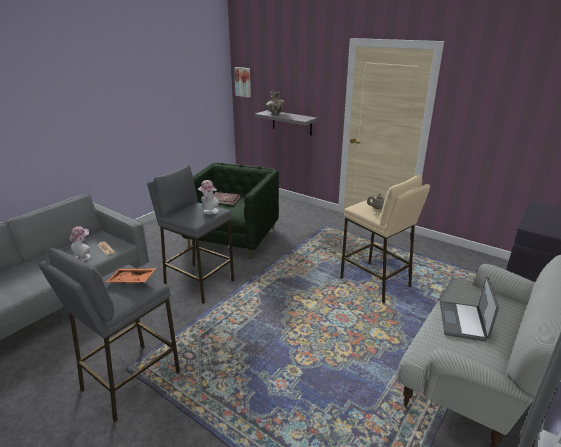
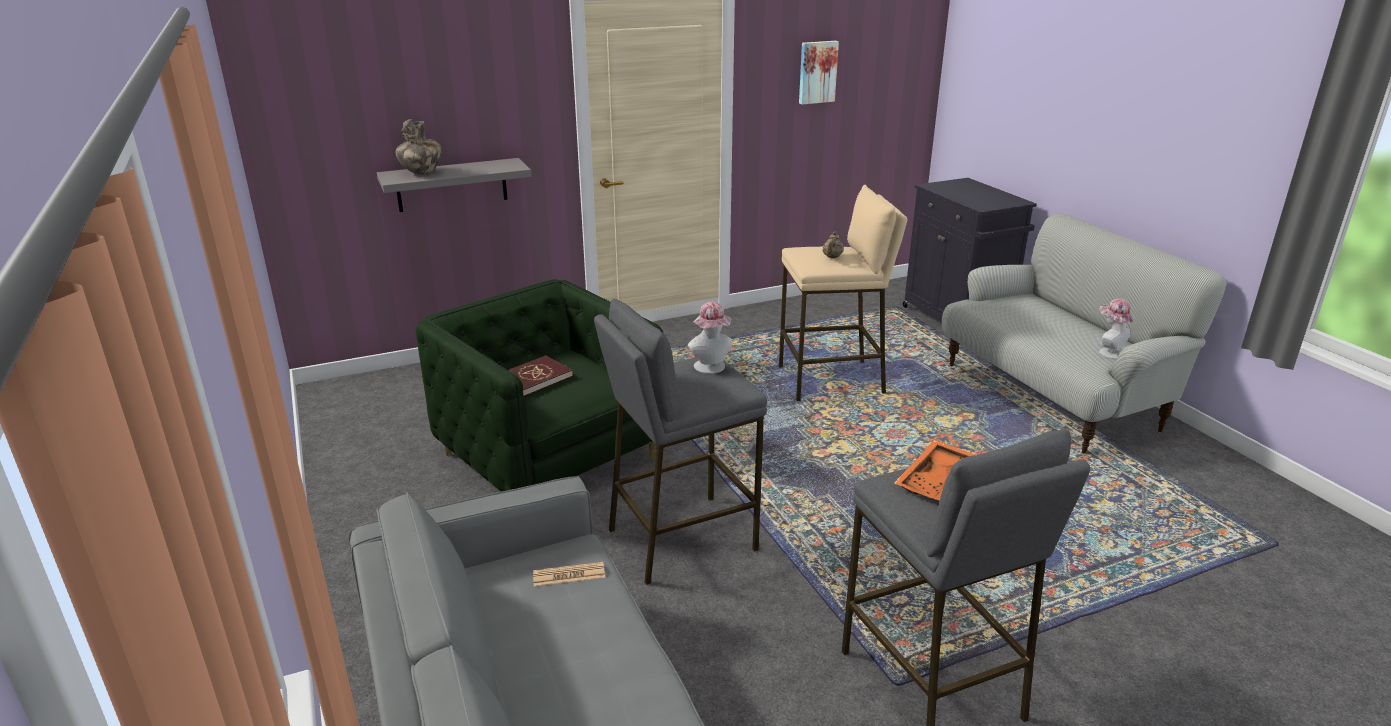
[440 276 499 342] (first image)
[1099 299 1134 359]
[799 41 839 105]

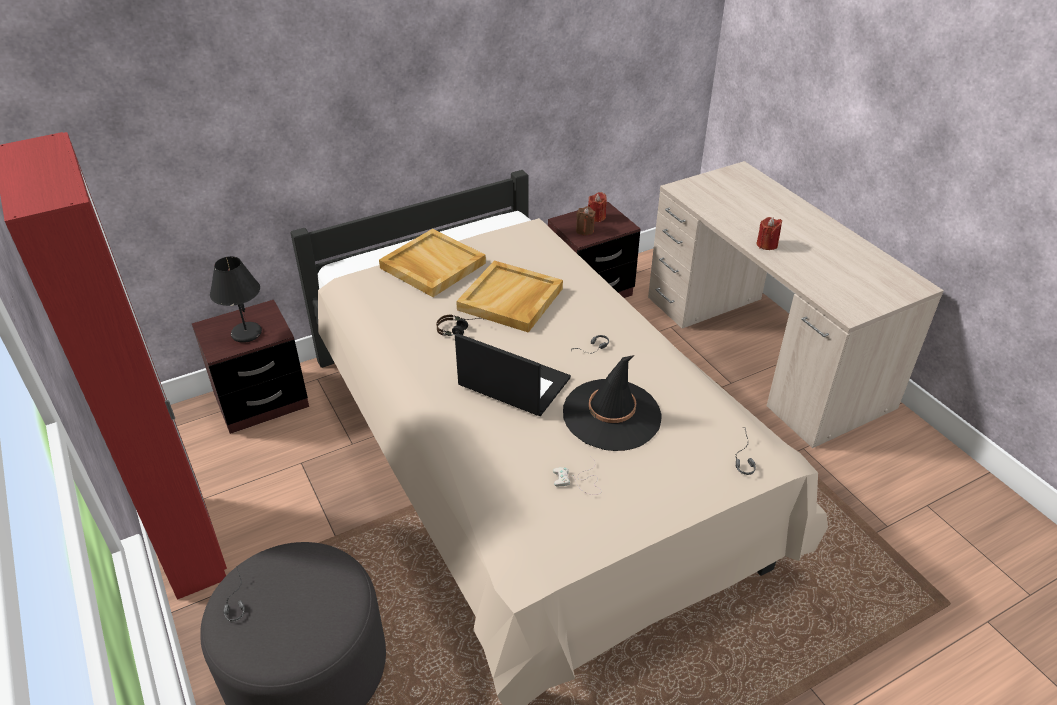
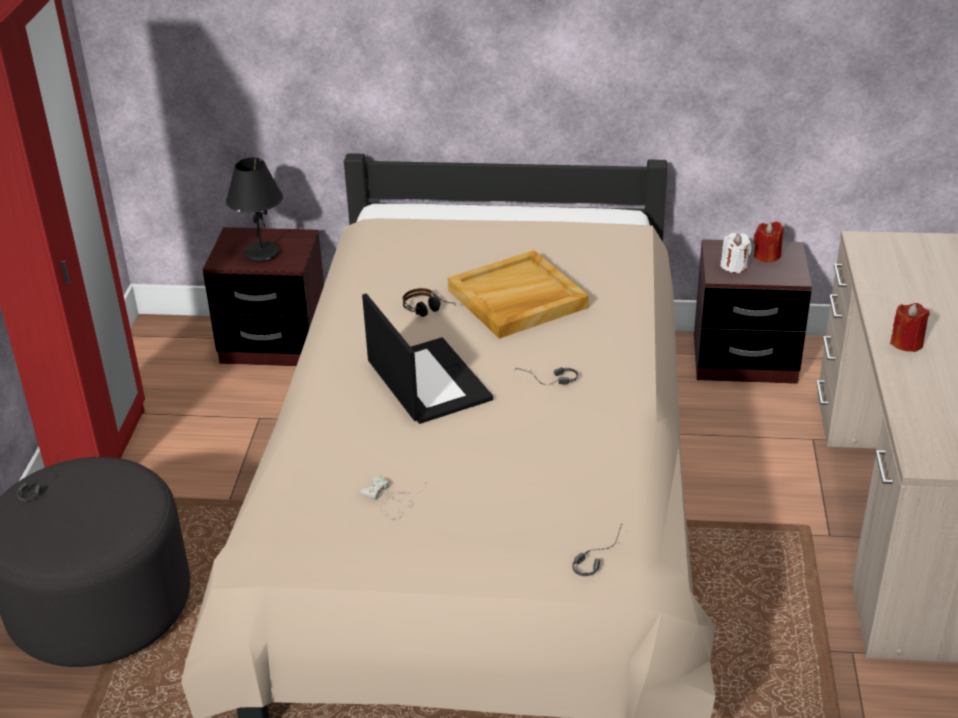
[379 229 486 297] (first image)
[563 355 662 451] (first image)
[720 233 752 273]

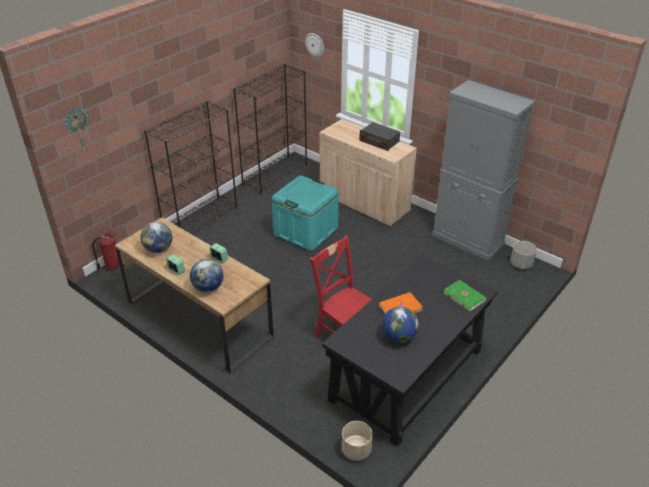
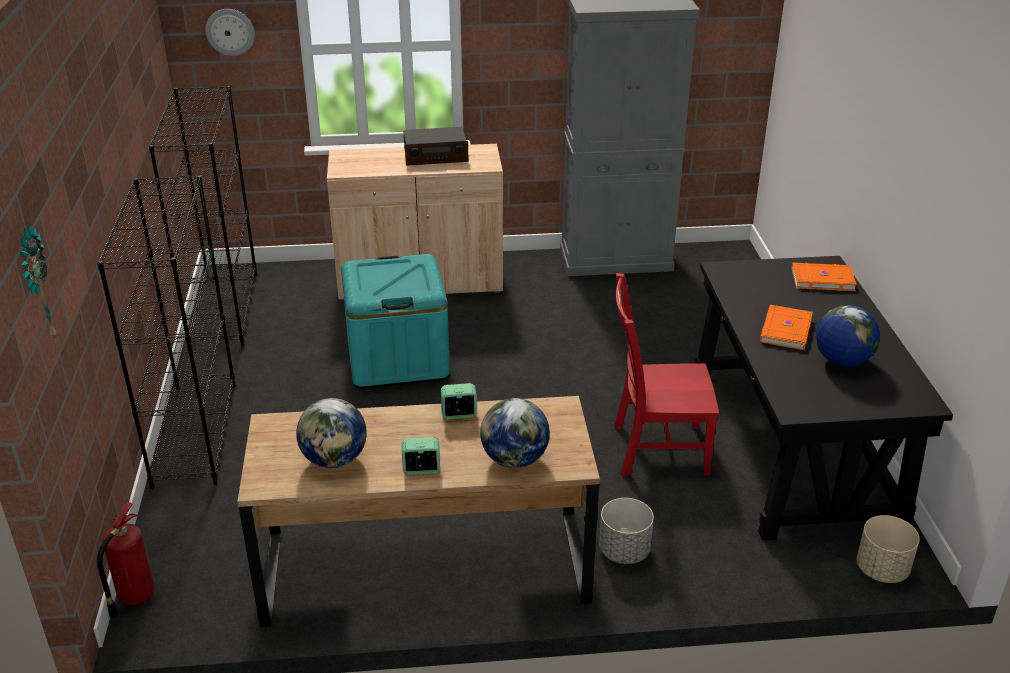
[599 498 654 564]
[792 262 857 291]

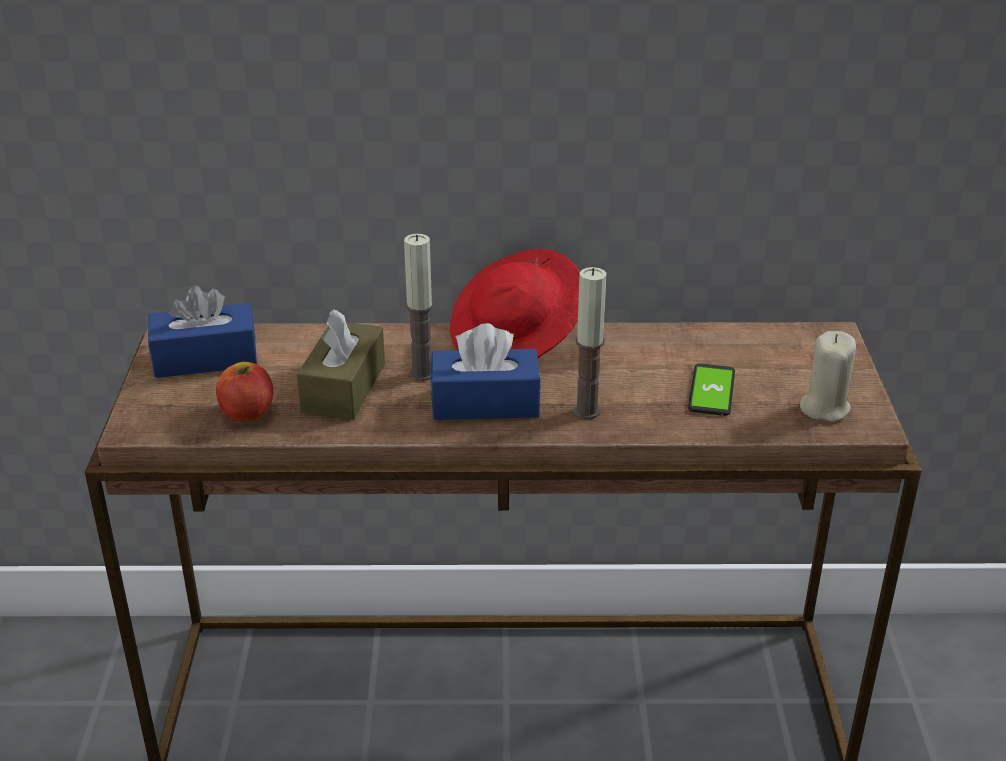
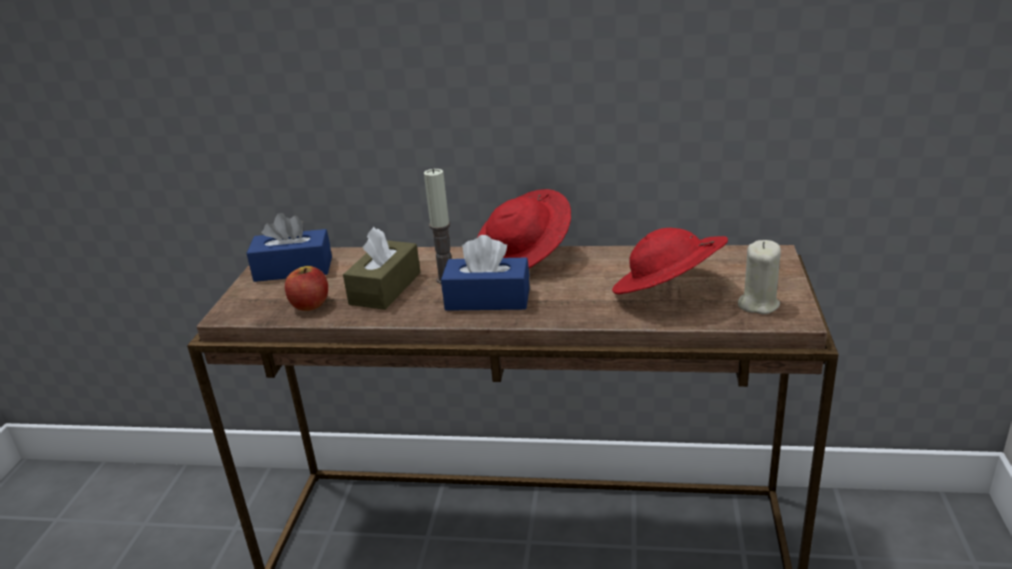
[573 267 607 419] (first image)
[612 228 728 294]

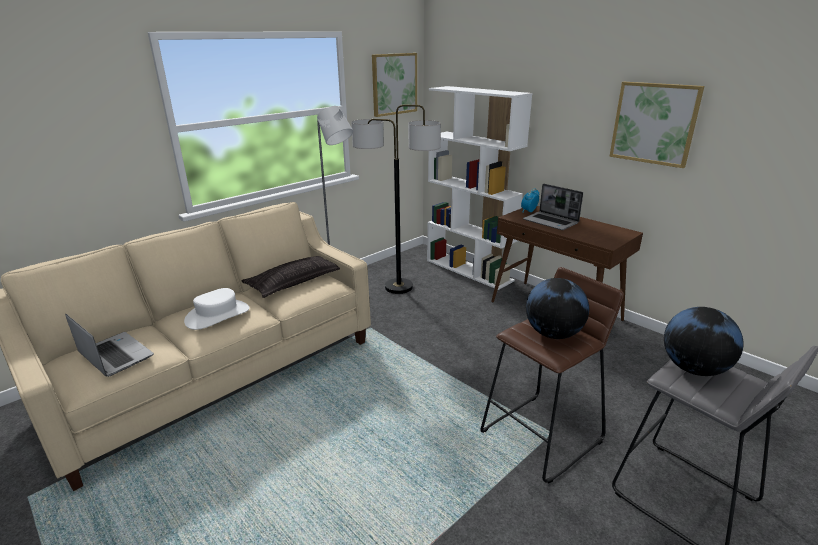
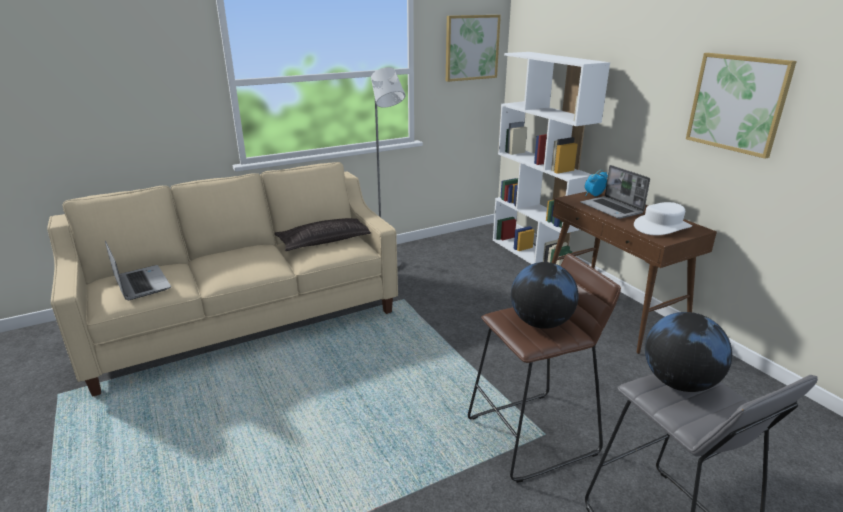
[351 105 441 294] (first image)
[634 202 692 235]

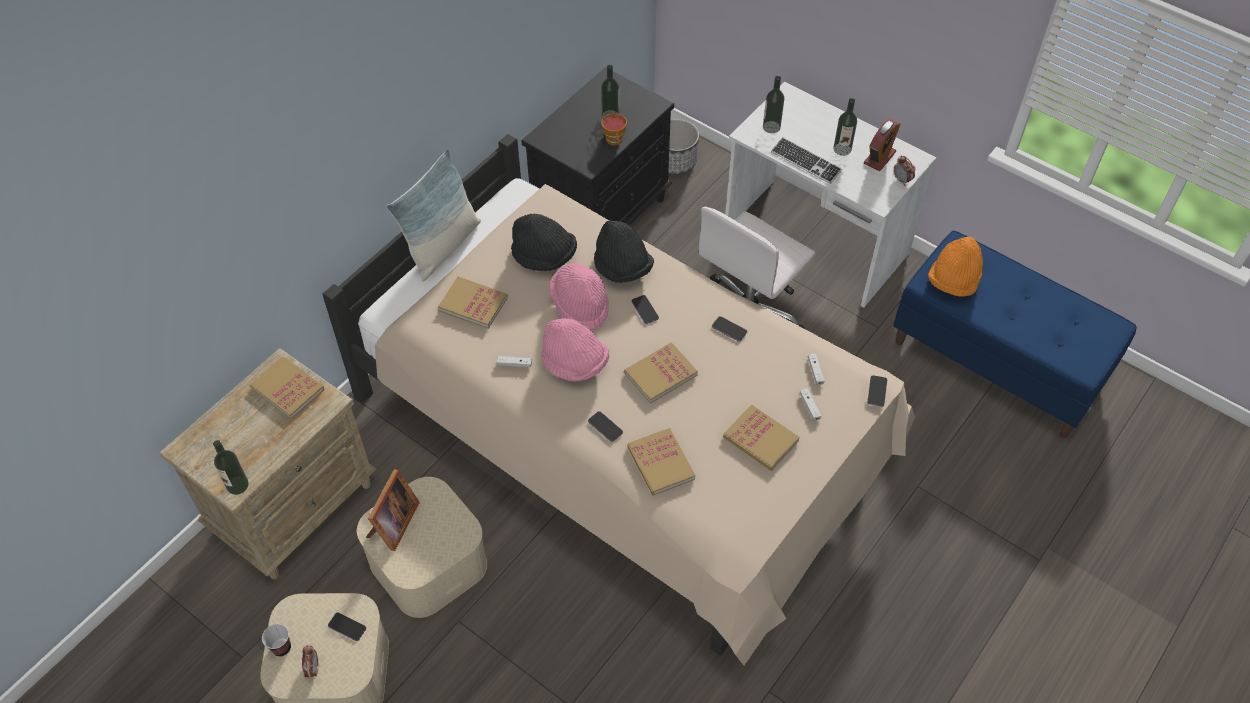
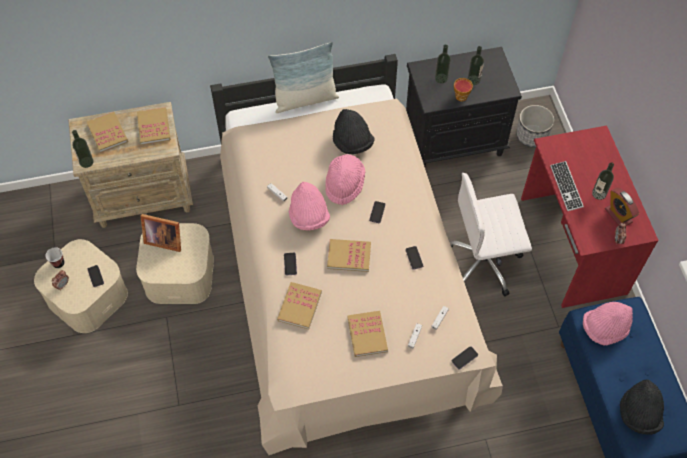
[87 112 128 153]
[620 379 664 435]
[435 44 451 84]
[521 126 659 308]
[583 302 633 345]
[141 214 181 252]
[605 187 639 226]

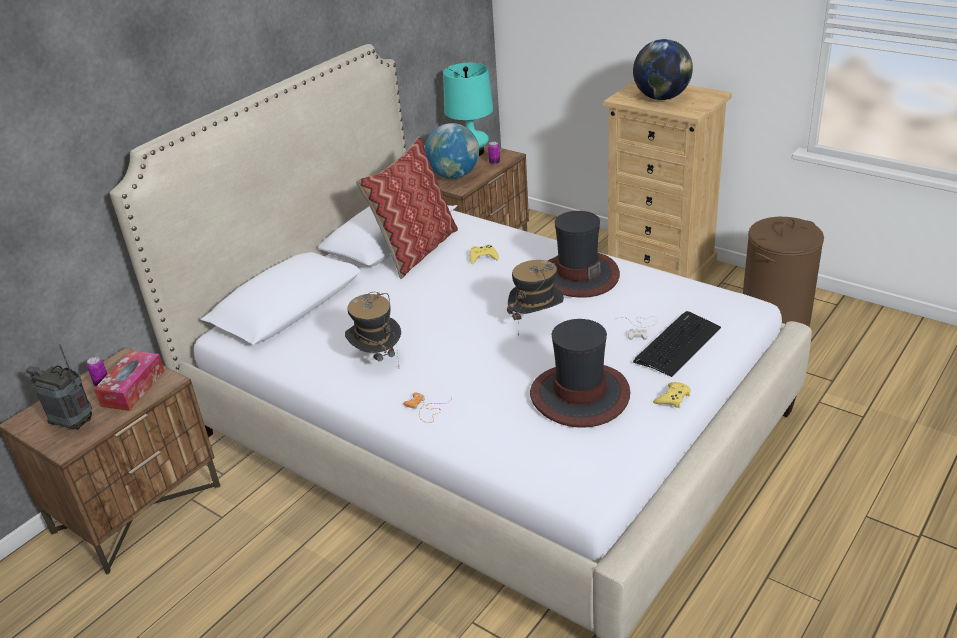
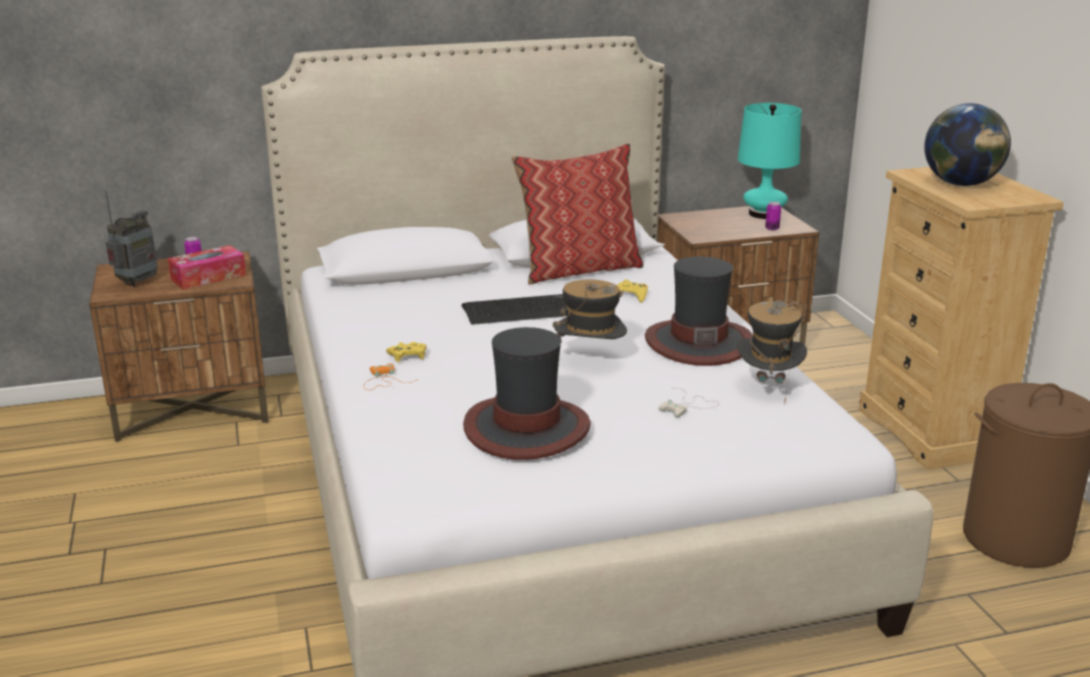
[425 123 479 179] (first image)
[737 299 807 404]
[462 294 566 325]
[386 342 427 362]
[105 191 158 287]

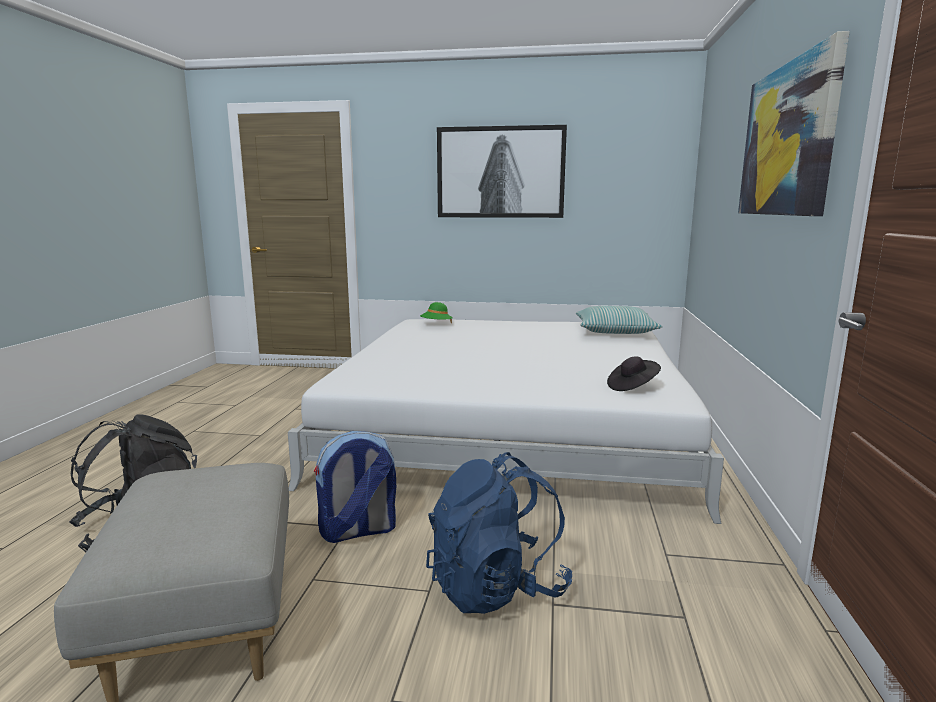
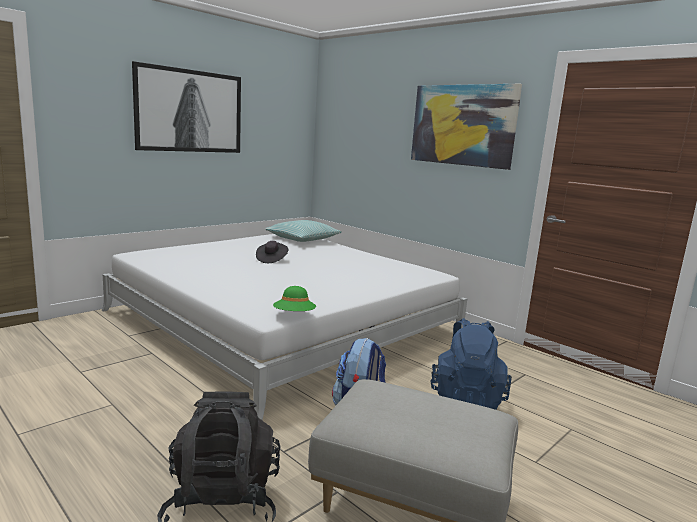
[273 286 316 311]
[256 241 288 263]

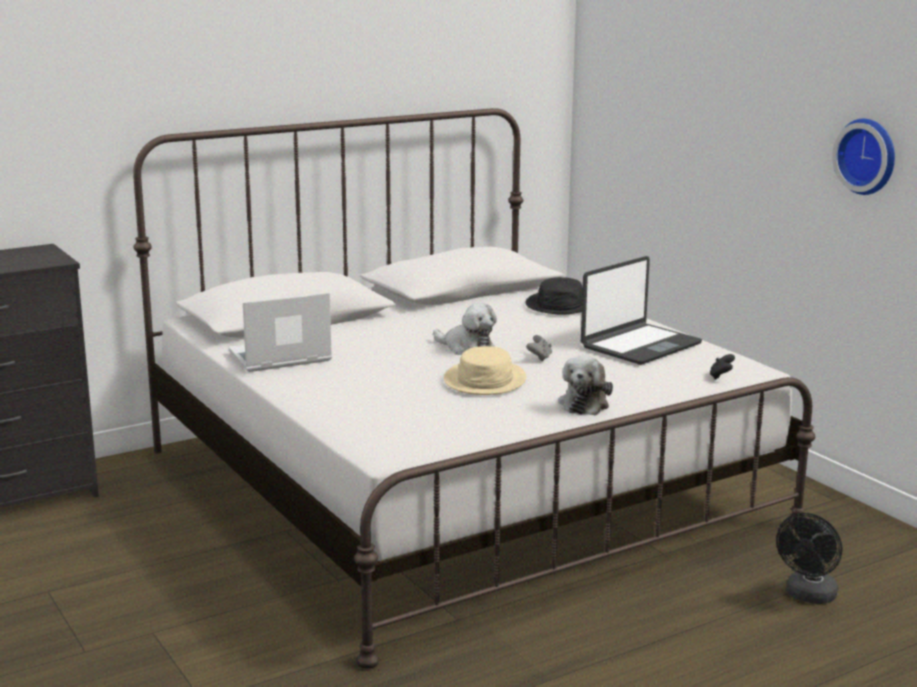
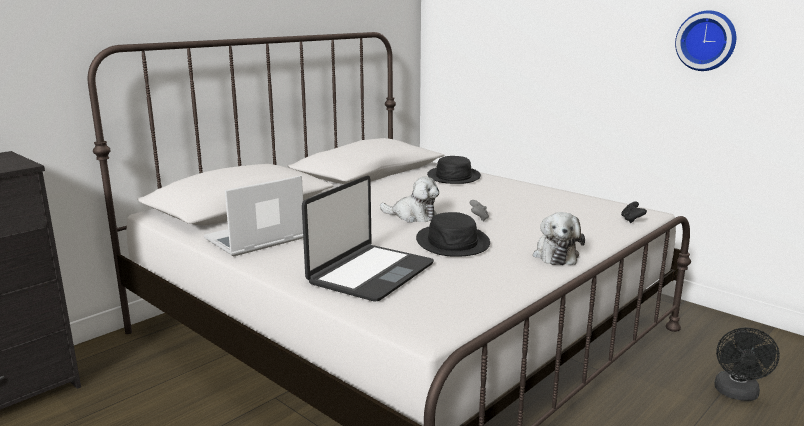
[302 175 434 301]
[416 212 490 257]

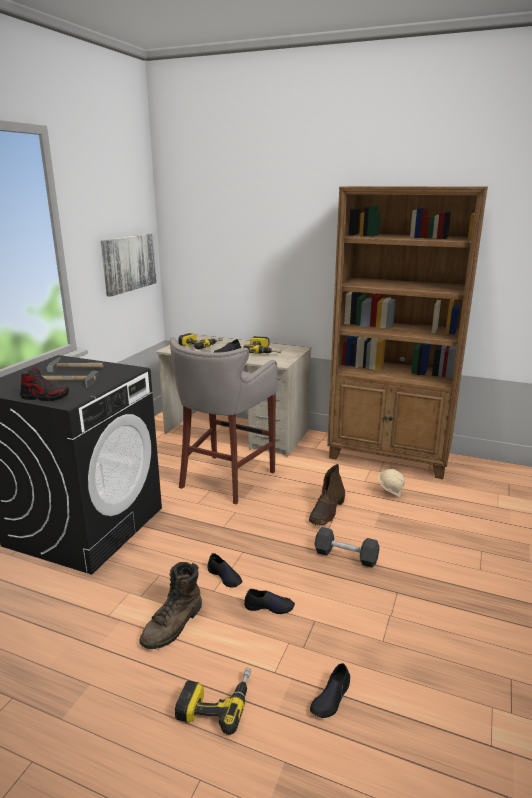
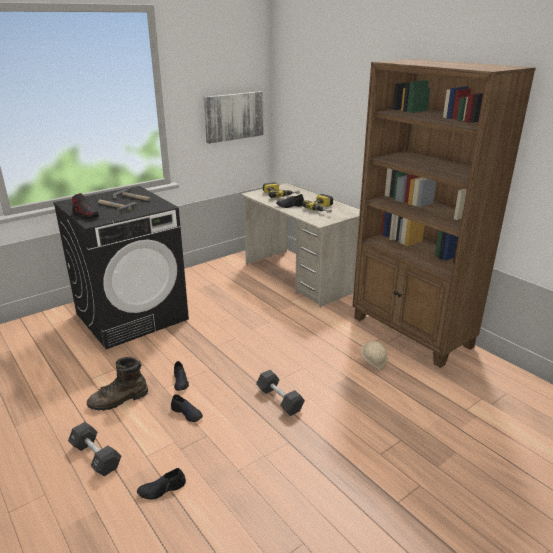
[170 337 277 504] (first image)
[309 464 345 525] (first image)
[68 422 121 476]

